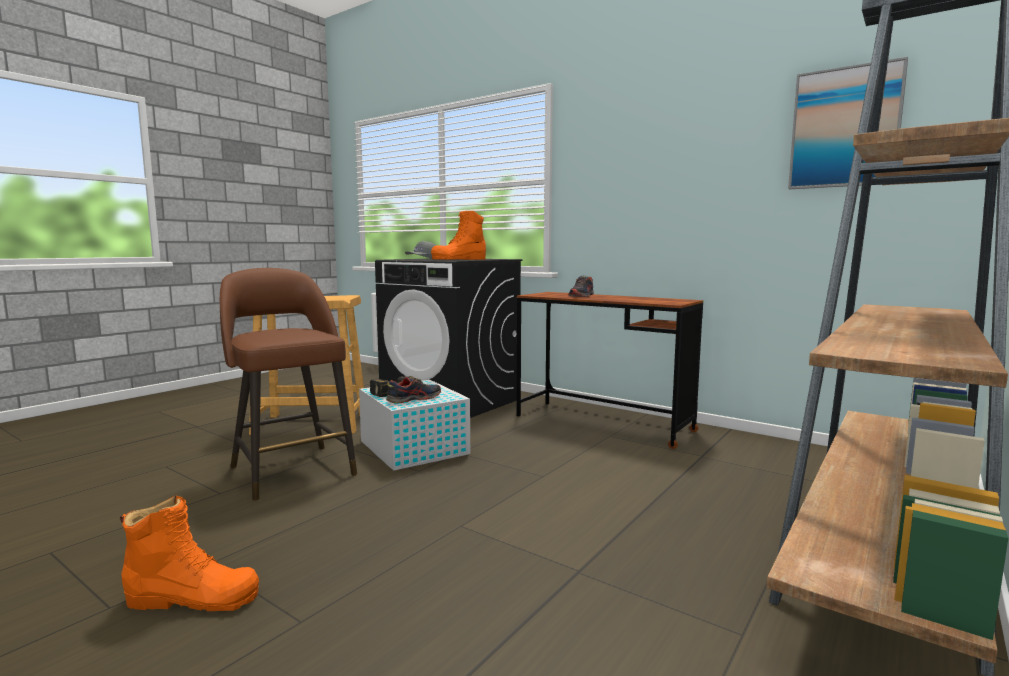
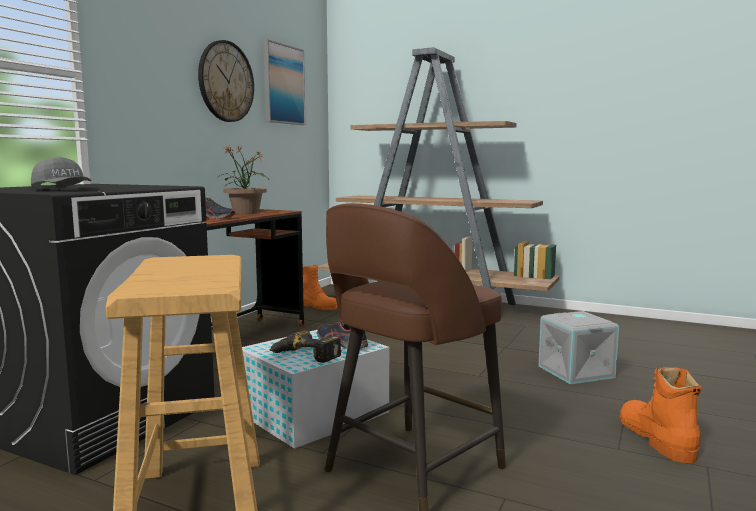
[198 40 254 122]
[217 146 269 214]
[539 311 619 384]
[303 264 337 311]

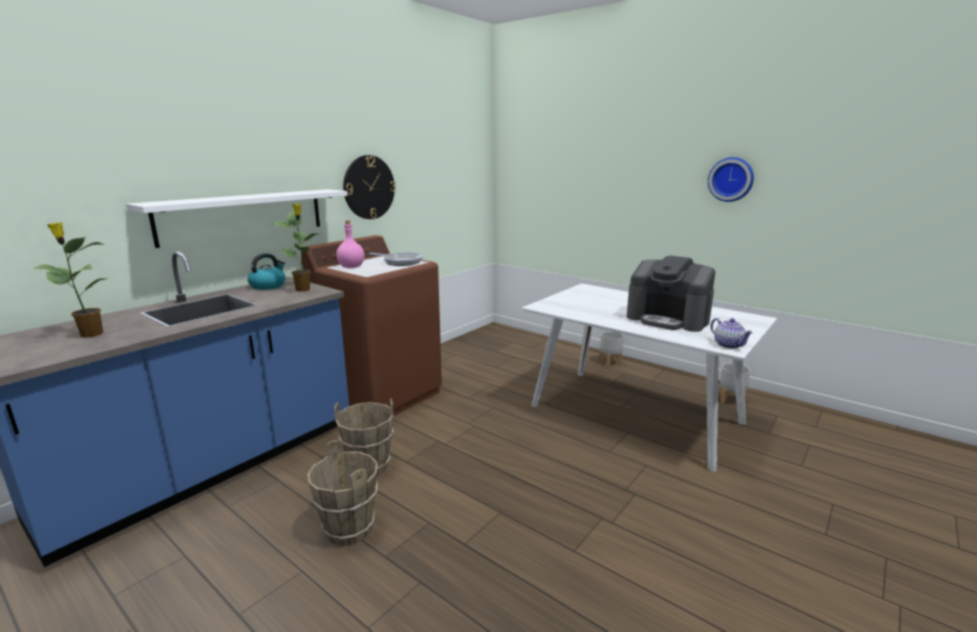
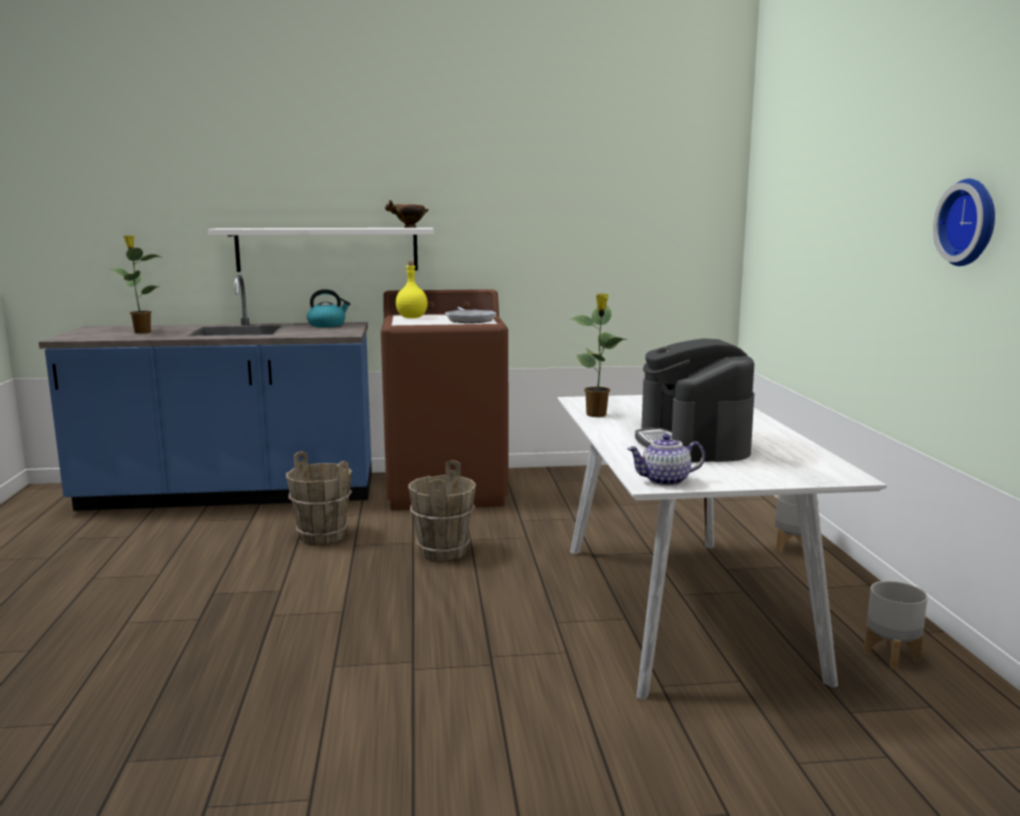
[343 155 396 219] (first image)
[385 200 429 228]
[570 293 628 417]
[408 460 476 561]
[396 261 428 318]
[627 434 705 486]

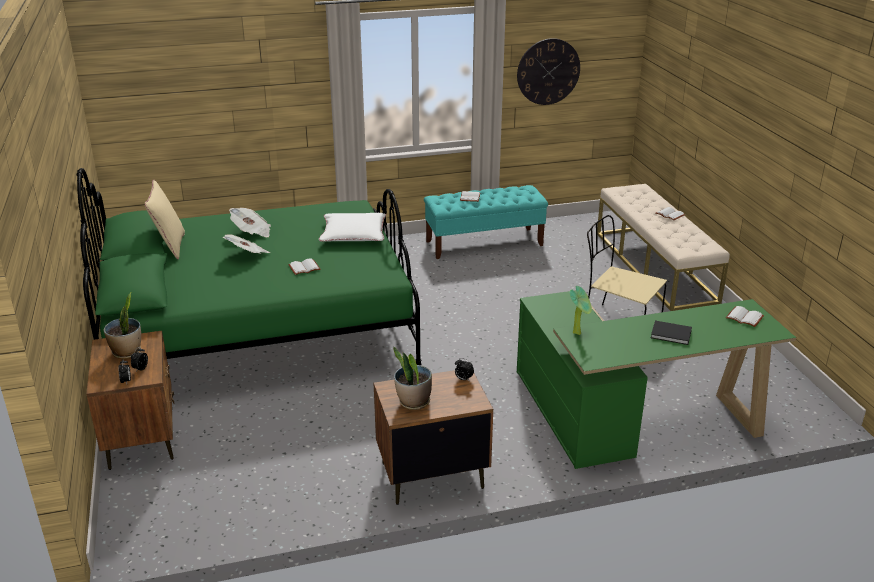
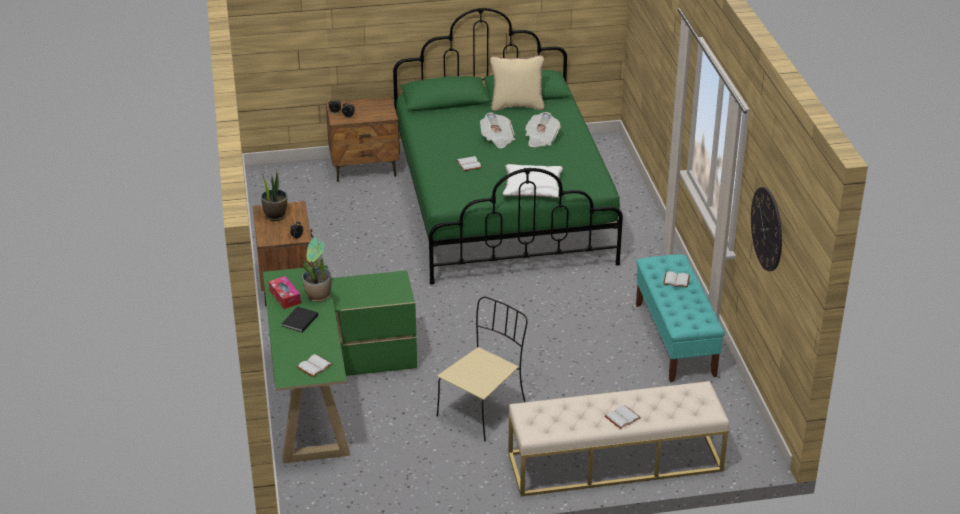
[268 276 301 309]
[302 258 331 302]

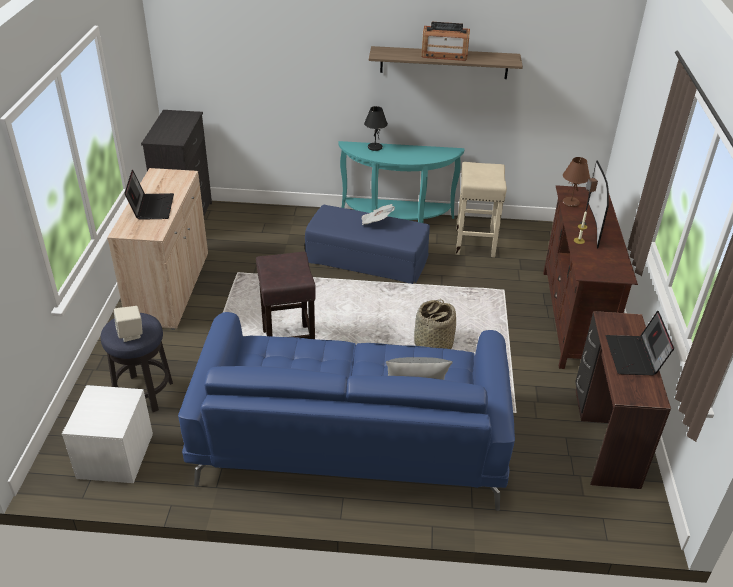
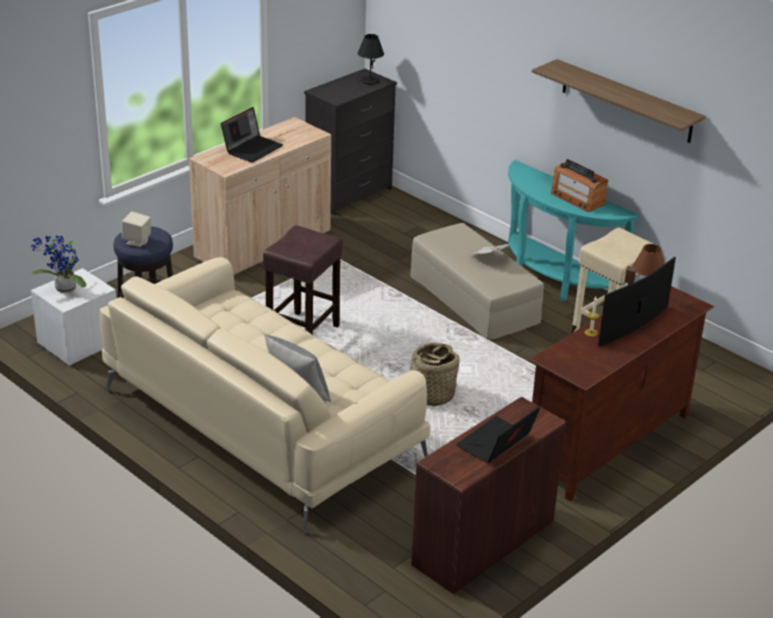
[31 235 86 293]
[358 34 384 85]
[551 159 608 212]
[100 257 430 534]
[410 223 544 340]

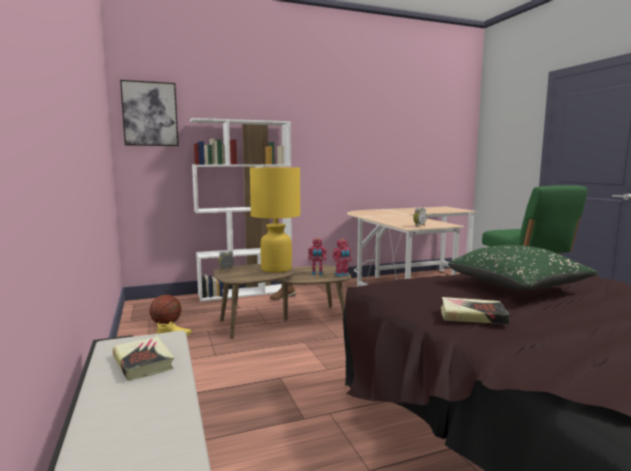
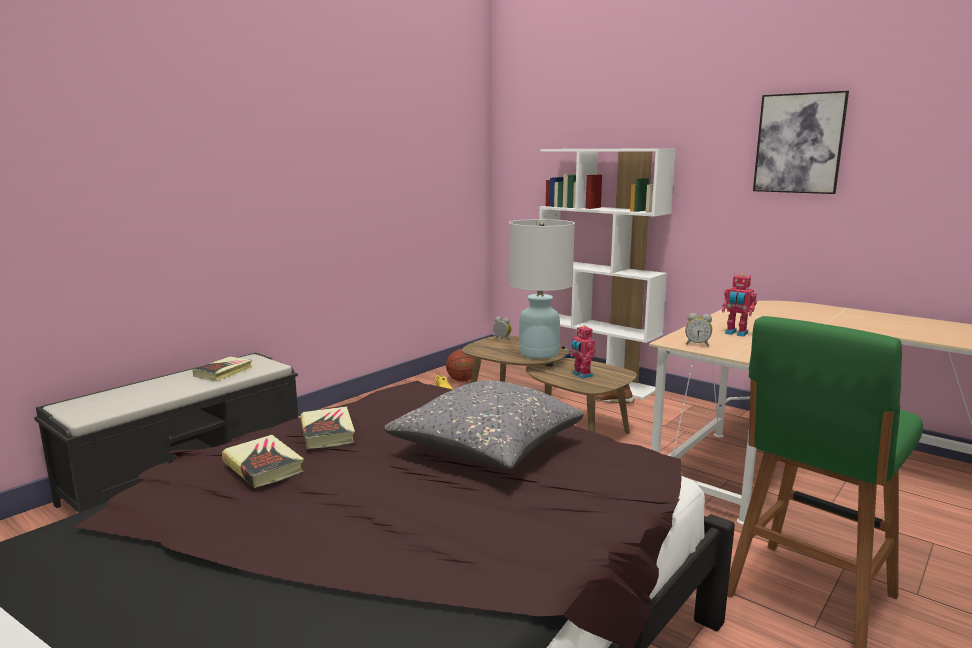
[222 435 304 488]
[753 91 849 194]
[722 273 757 337]
[508 219 575 359]
[384 380 583 469]

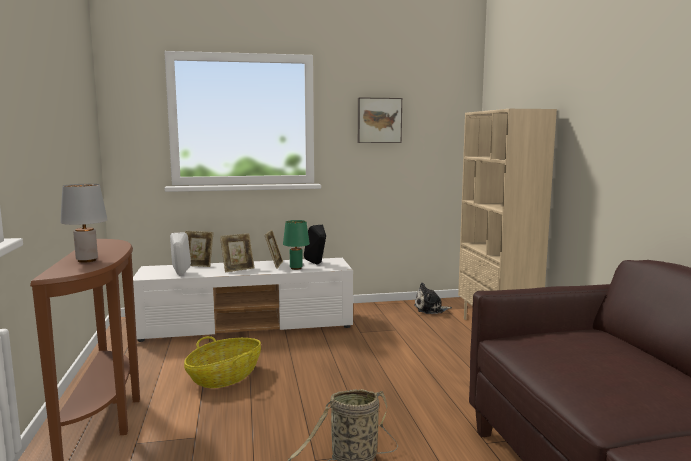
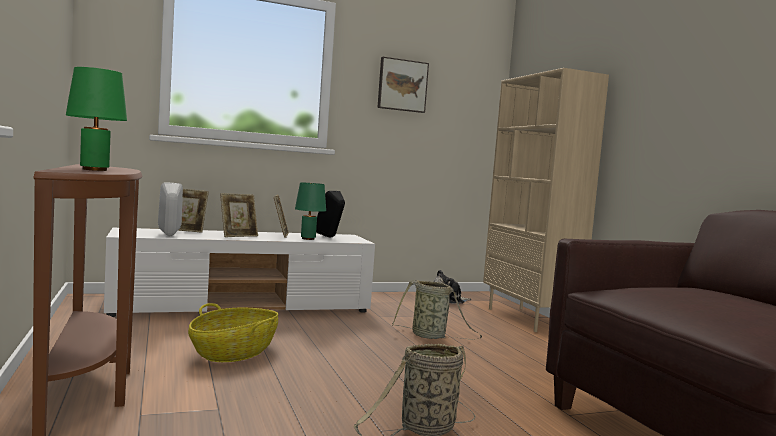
[392 280 482 340]
[66 67 127 171]

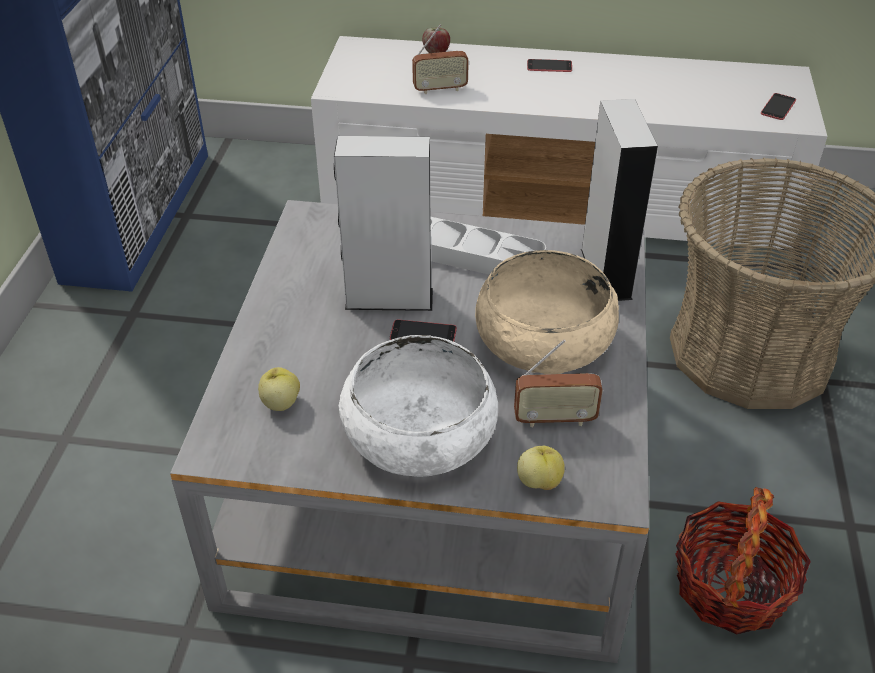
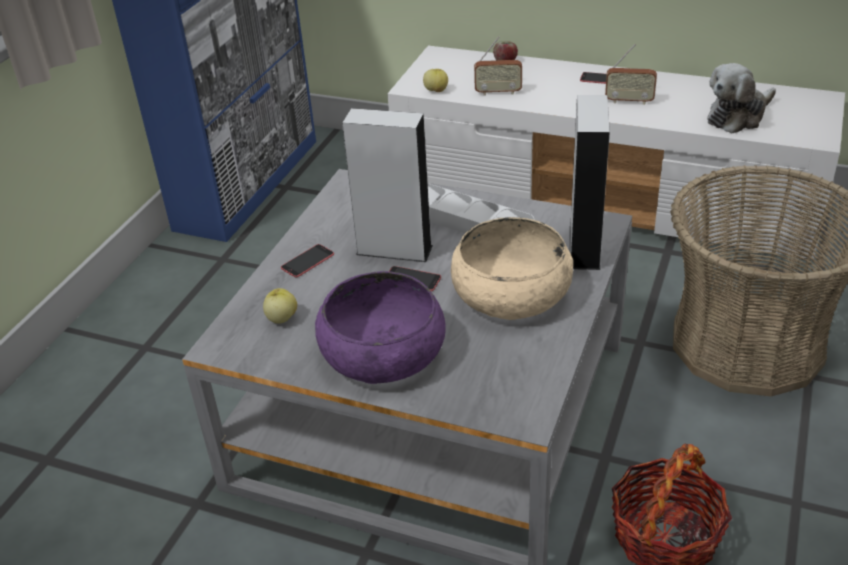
[707 63 776 134]
[605 44 657 105]
[423 69 448 92]
[281 244 334 277]
[315 271 446 384]

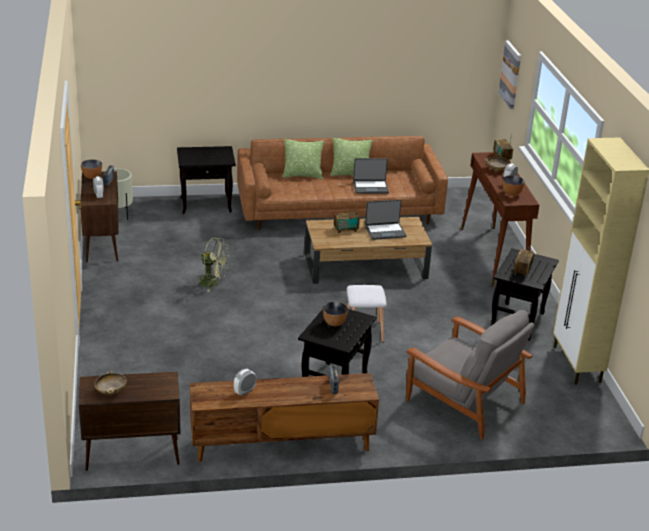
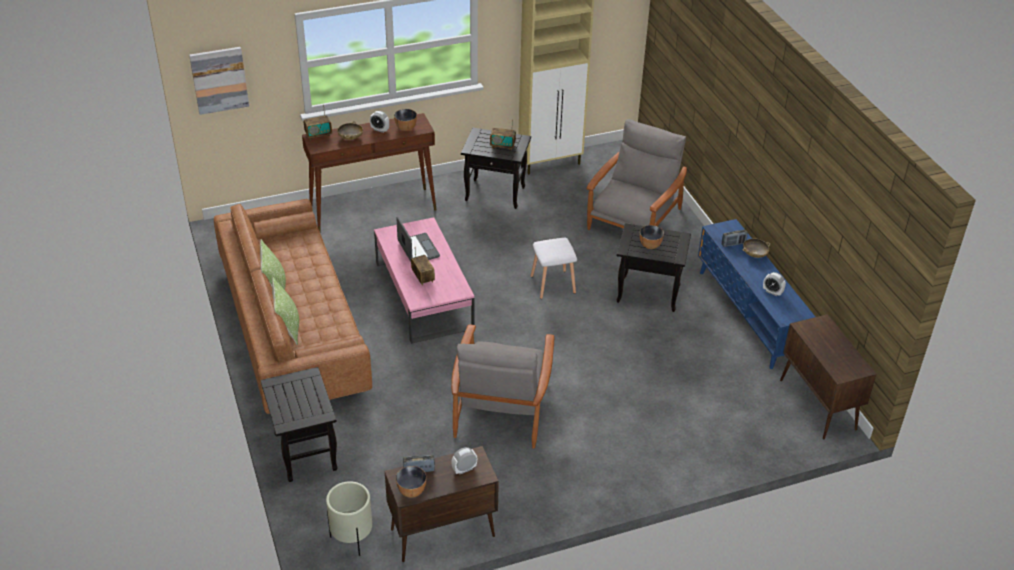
[353 158 389 194] (first image)
[743 239 770 258]
[451 325 554 449]
[698 219 815 369]
[374 217 474 344]

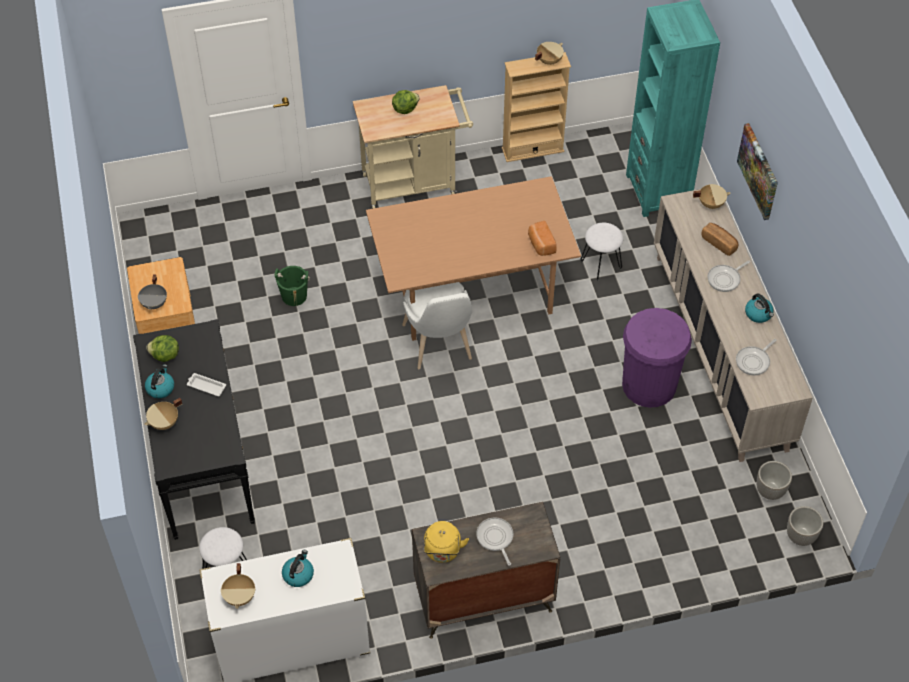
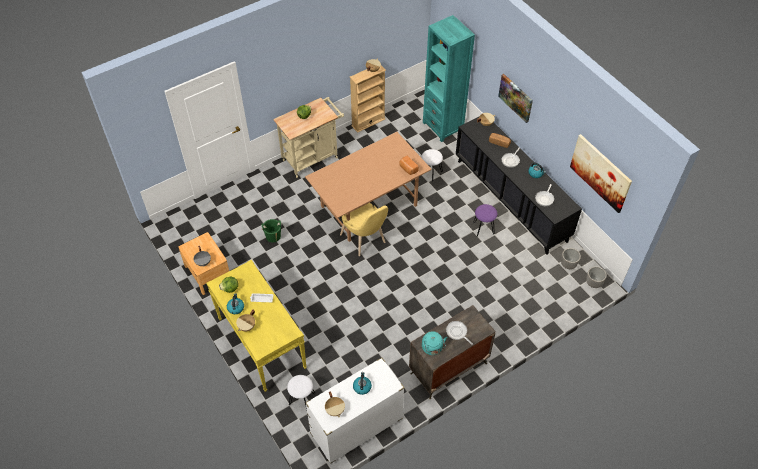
[570 134 632 213]
[473 204 497 237]
[206 260 307 392]
[340 203 388 256]
[422 331 447 355]
[456 117 582 255]

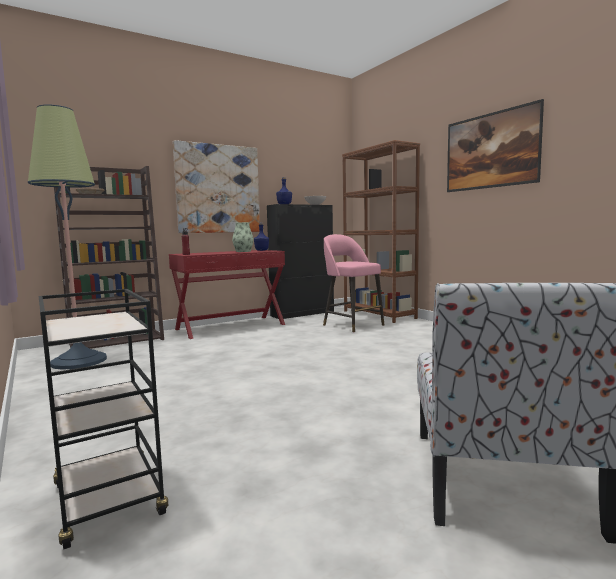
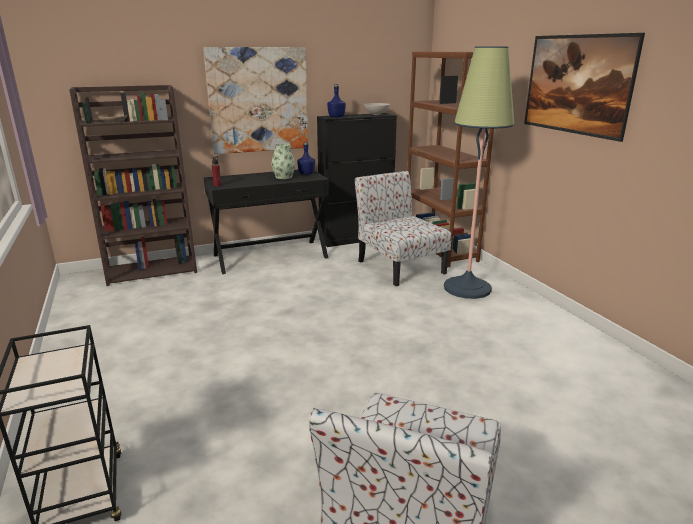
[444 46 514 299]
[355 171 452 286]
[204 170 329 274]

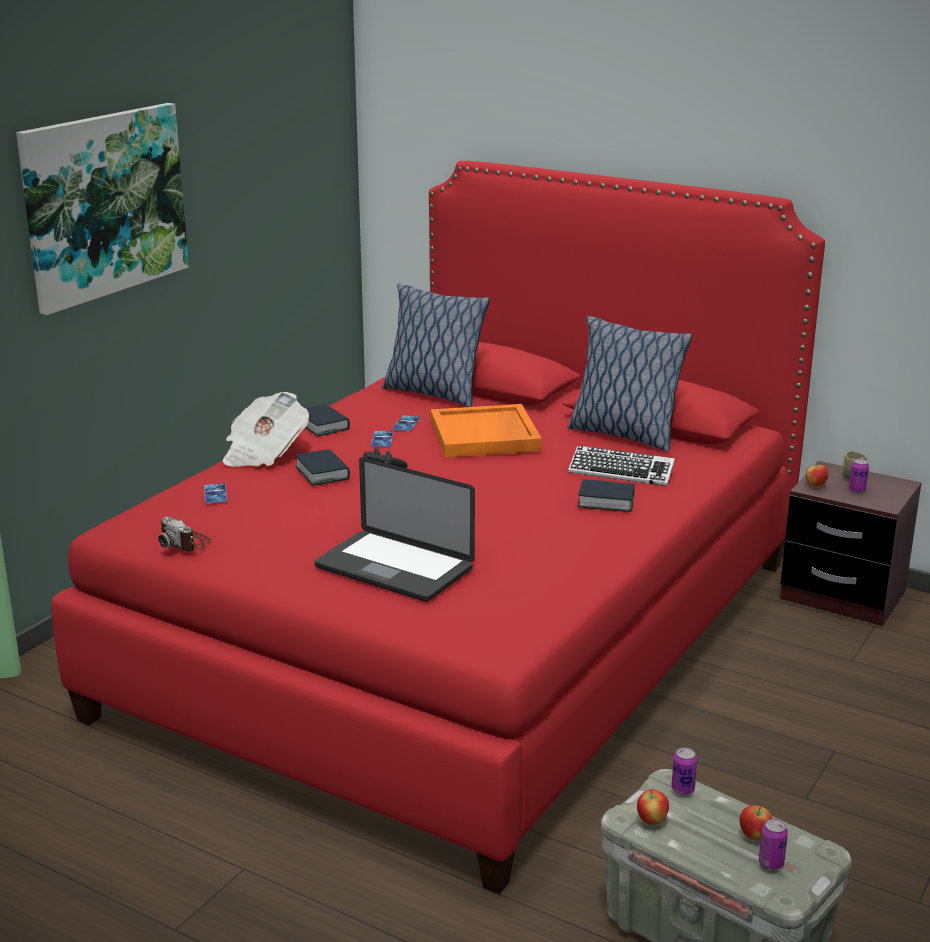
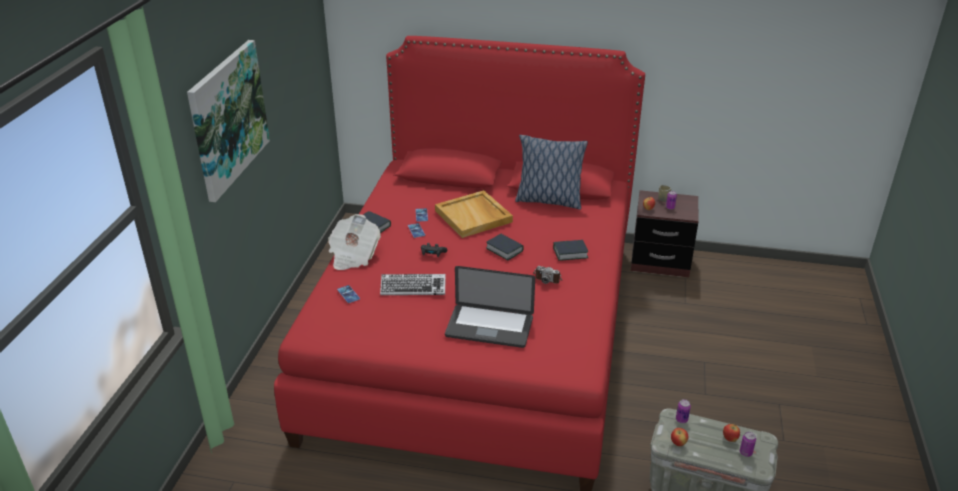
[382 283 490 407] (first image)
[533 266 562 284]
[486 234 524 260]
[380 274 445 295]
[435 190 513 238]

